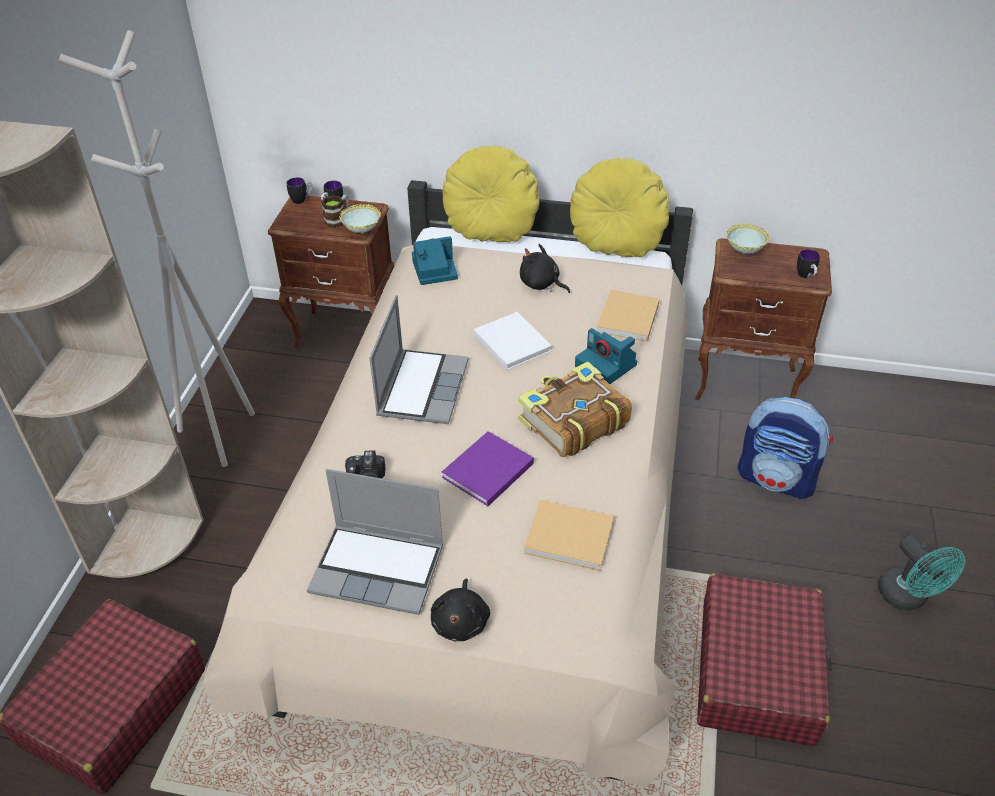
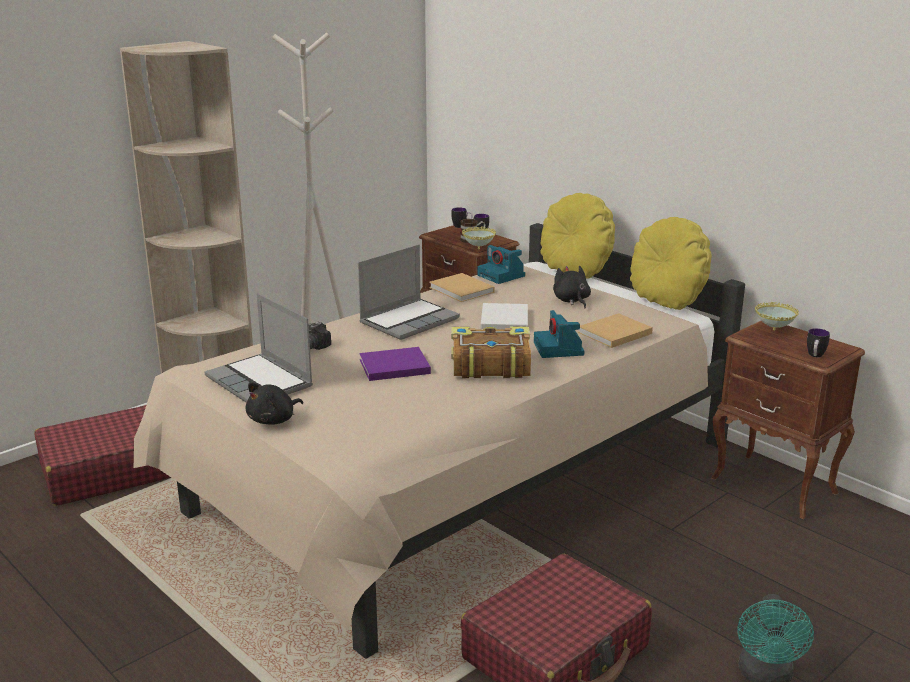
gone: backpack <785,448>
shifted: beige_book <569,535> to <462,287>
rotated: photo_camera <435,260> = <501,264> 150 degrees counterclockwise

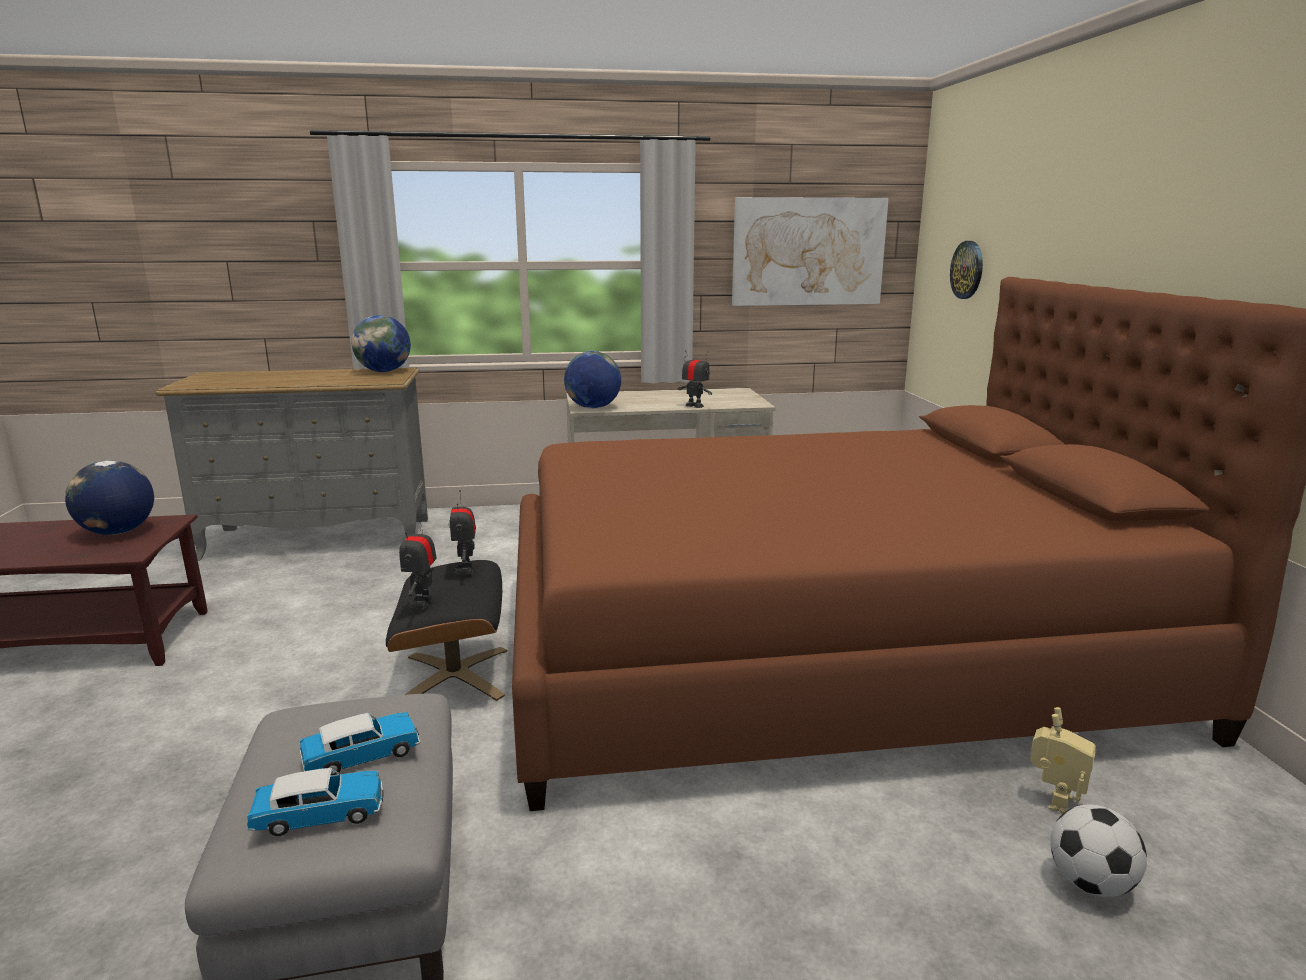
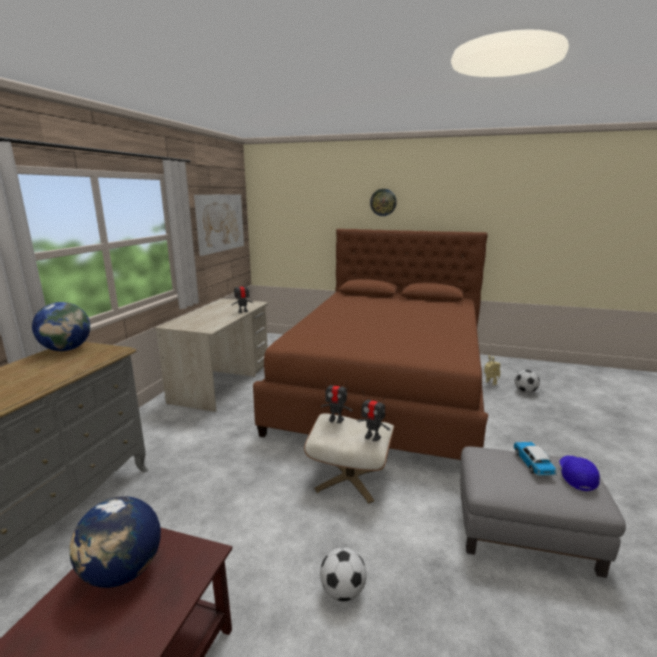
gone: globe <592,380>
new: football <343,574>
shifted: clock_on_the_wall <966,270> to <383,202>
swapped: model_car <315,802> to bluish_peaked_cap <580,473>
repainted: black_ottoman <446,630> to beige_ottoman <349,458>

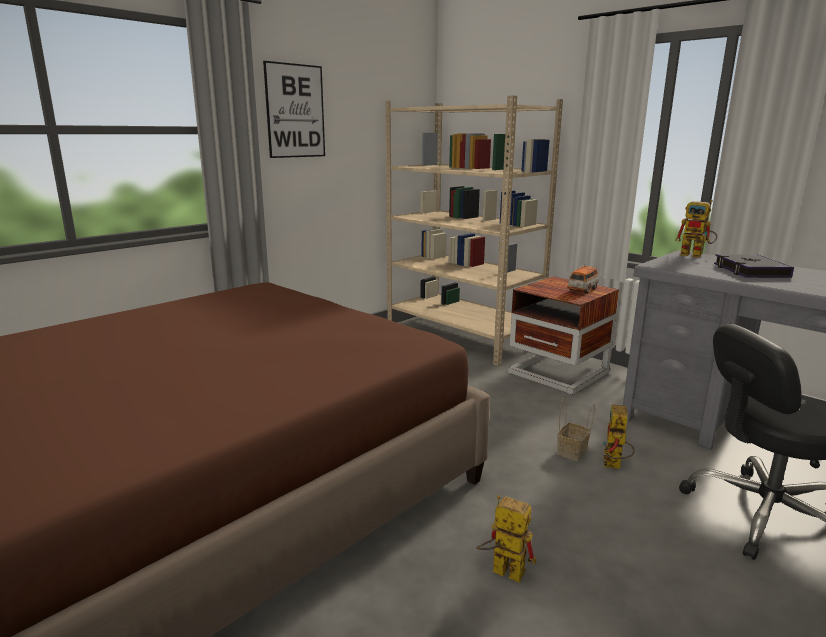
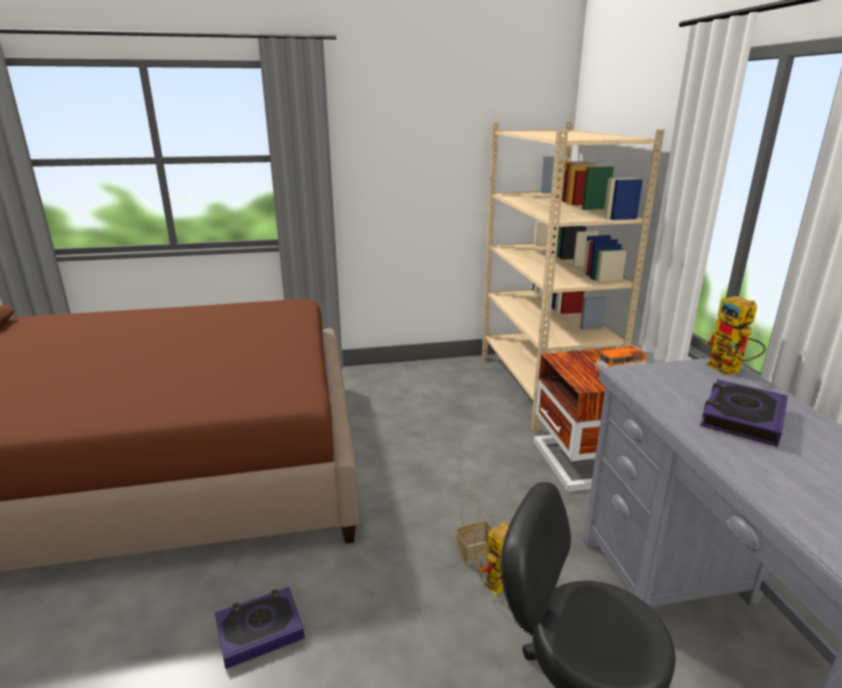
gone: wall_art <294,109>
swapped: model_robot <506,539> to book <260,628>

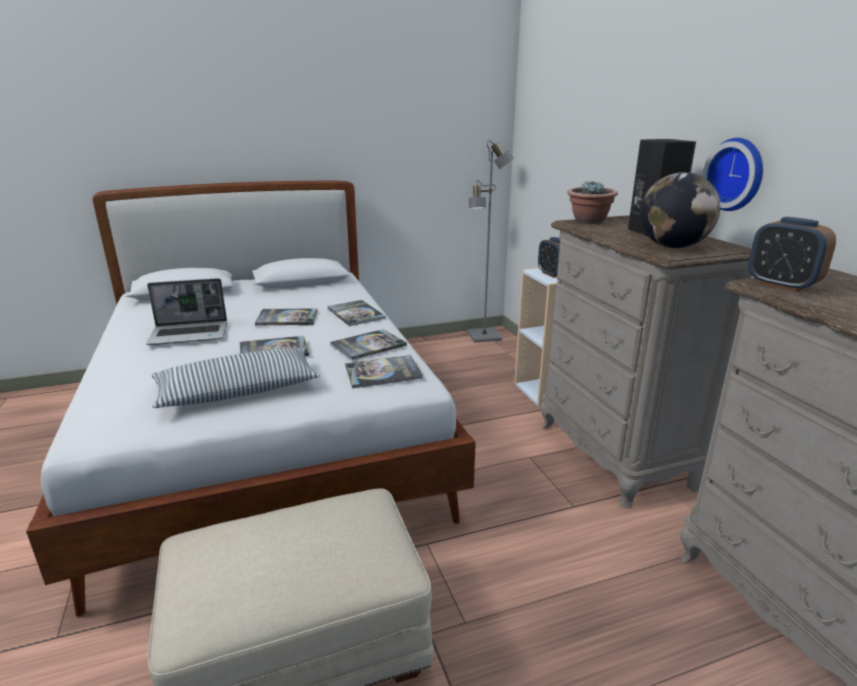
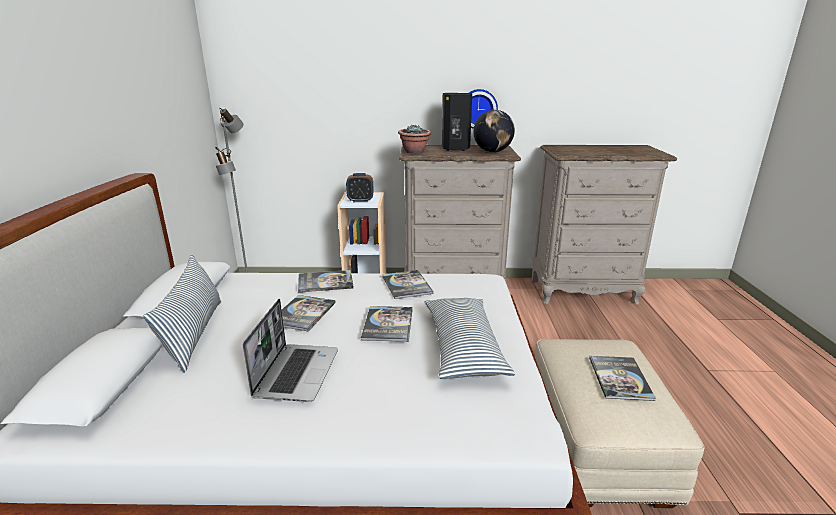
gone: alarm_clock <792,254>
new: pillow <182,314>
shifted: book <384,371> to <622,378>

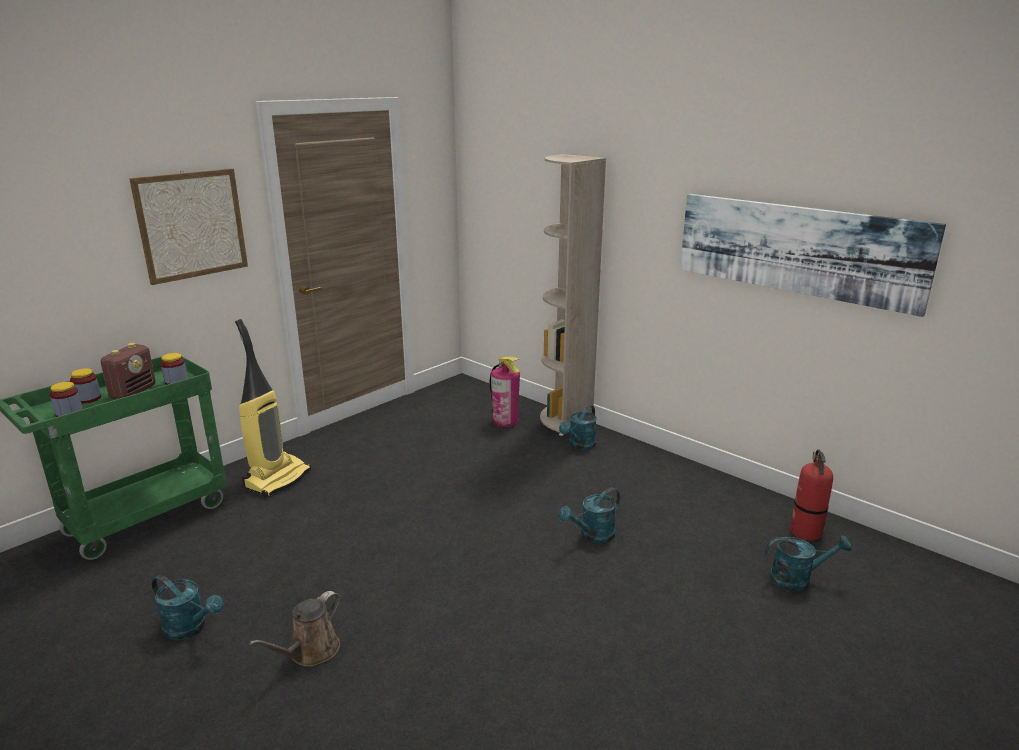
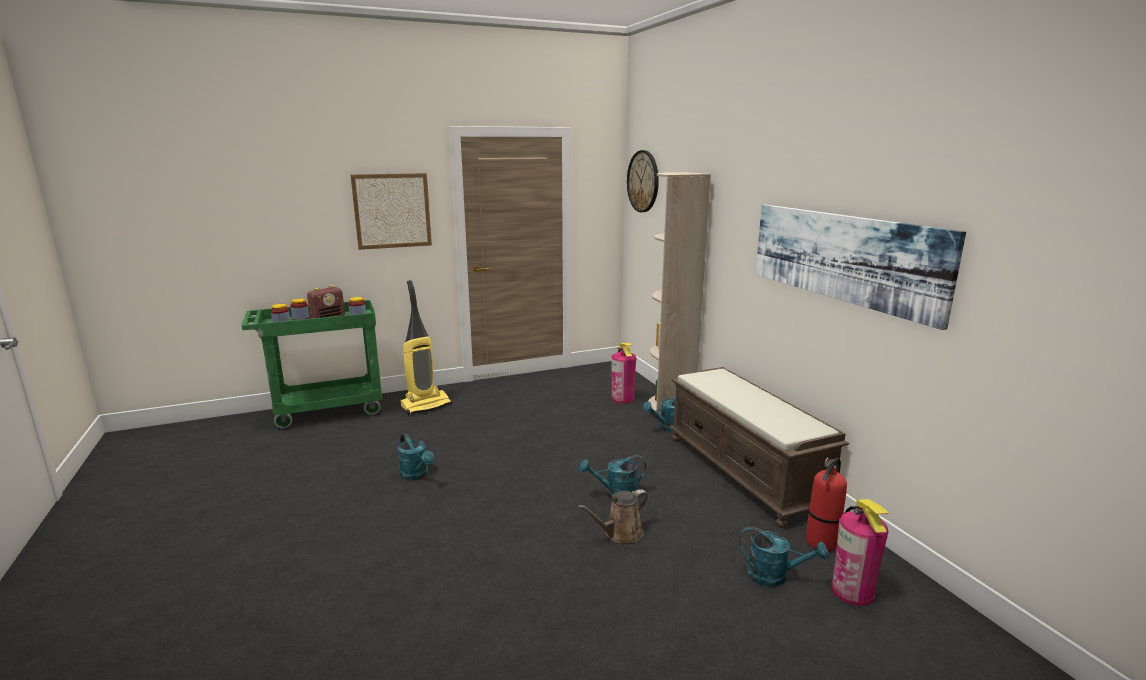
new: clock_on_the_wall <643,181>; brown-coloured_indoor_bench <759,447>; fire-fighting_cylinder <860,552>
shifted: blue-green_sprinkling_can <187,607> to <416,456>; brown-coloured_sprinkling_can <294,629> to <613,516>

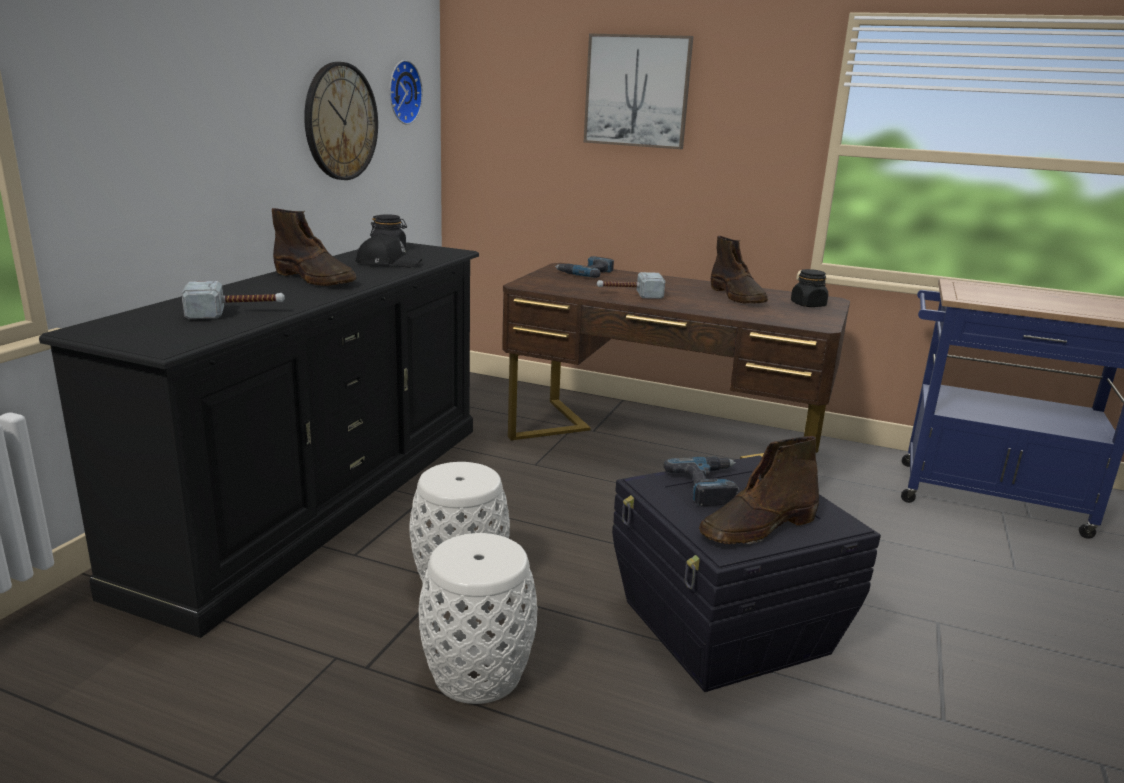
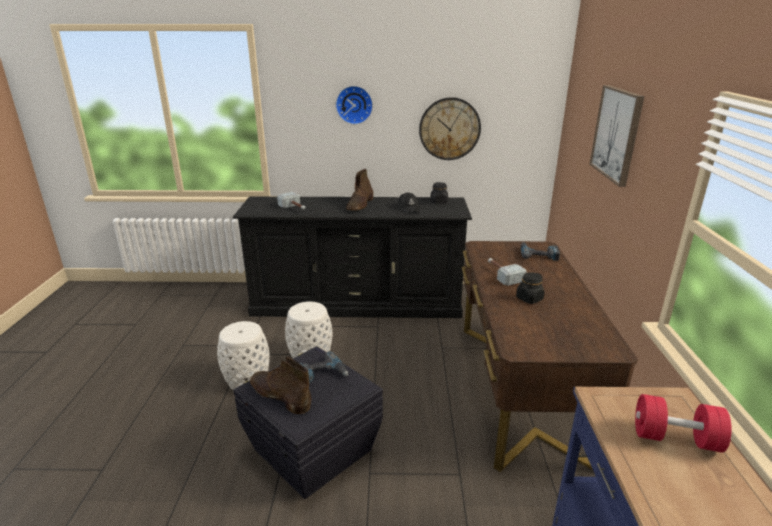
gone: brown-coloured_boot <739,270>
new: red_dumbbell <683,423>
shifted: clock_on_the_wall <406,92> to <354,105>; black_jar <809,288> to <530,288>

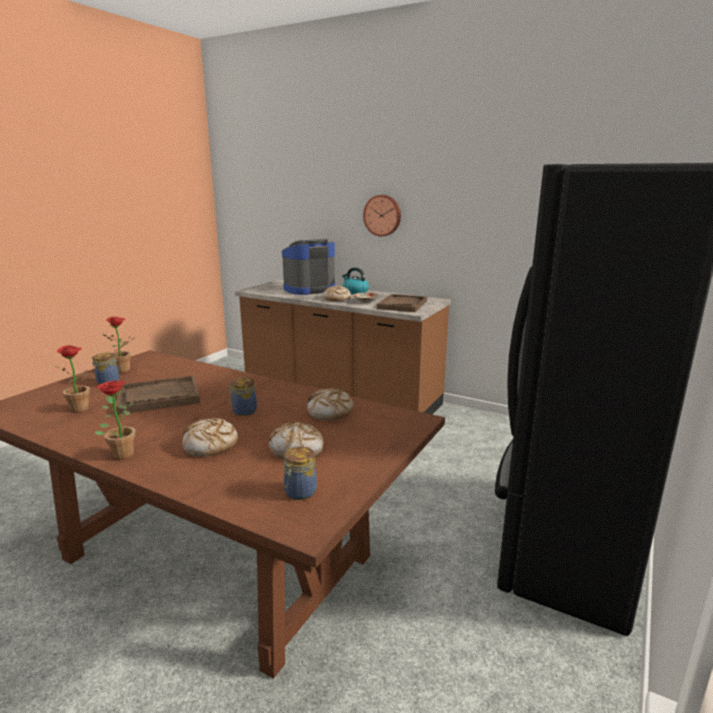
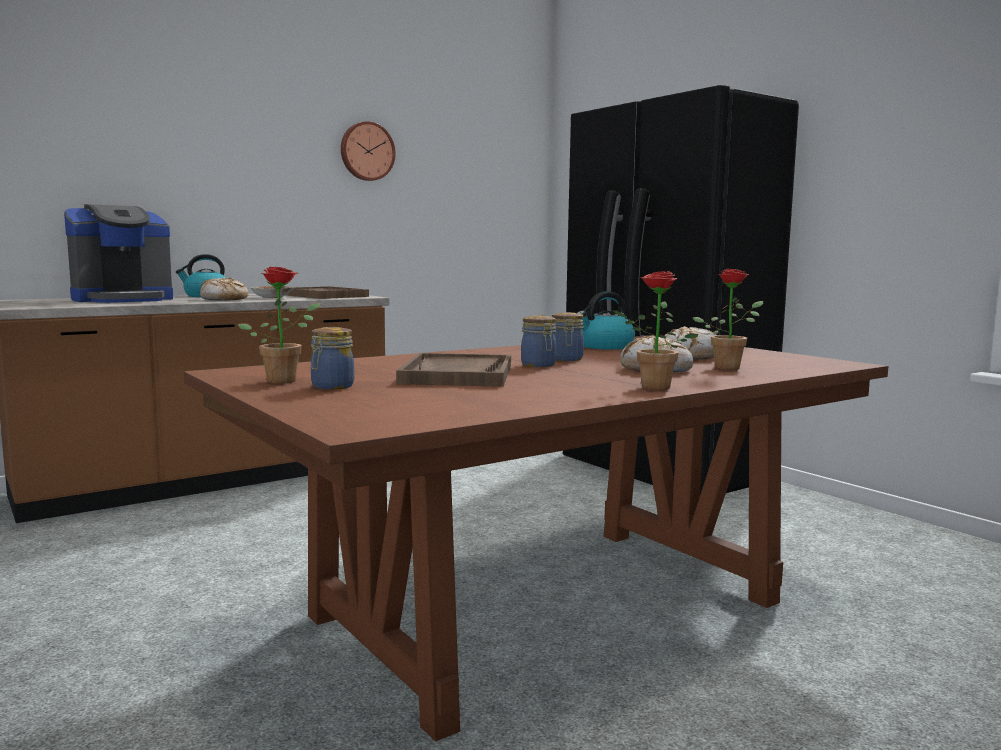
shifted: clock_on_the_wall <382,215> to <368,151>; jar <300,473> to <539,341>; plant_in_a_pot <72,379> to <727,319>
swapped: baked_bread <330,404> to kettle <606,320>
rotated: coffee_brewer <308,267> = <118,253> 120 degrees counterclockwise

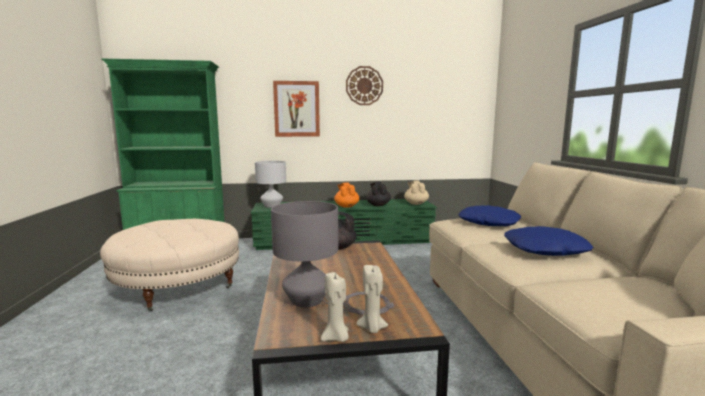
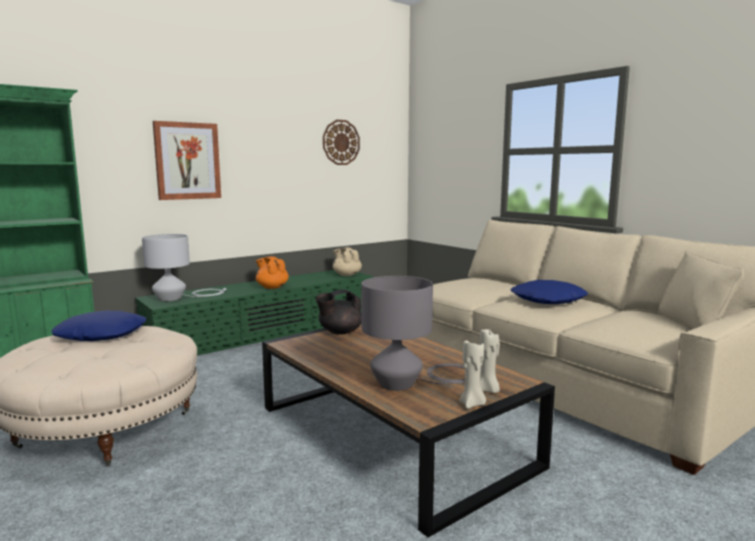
gone: black_pot_for_tea <378,194>
shifted: bluish_pillow <489,215> to <98,325>; clock_on_the_wall <364,85> to <341,142>

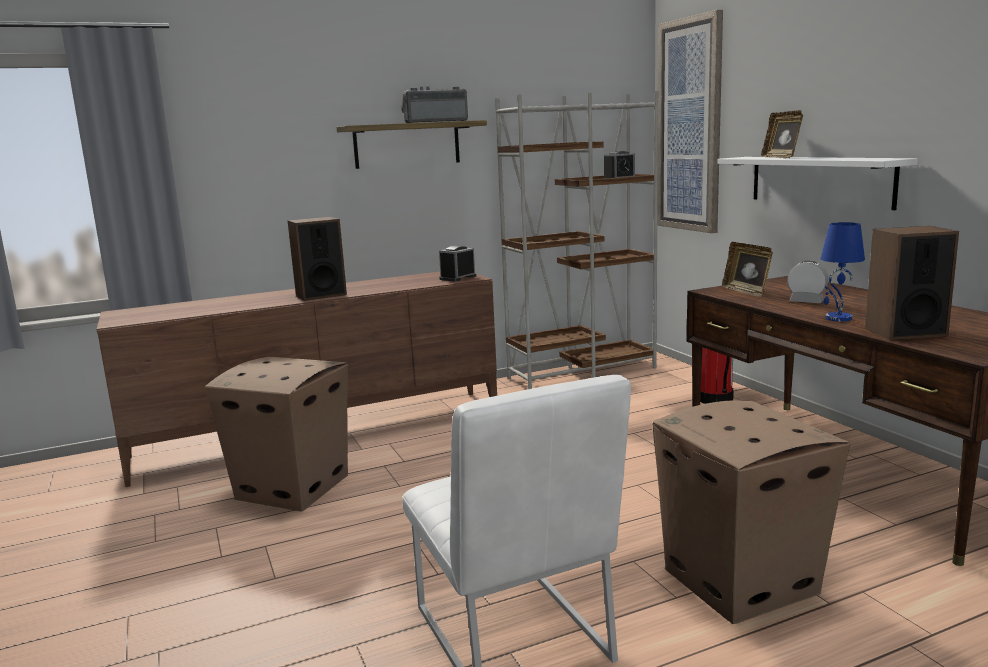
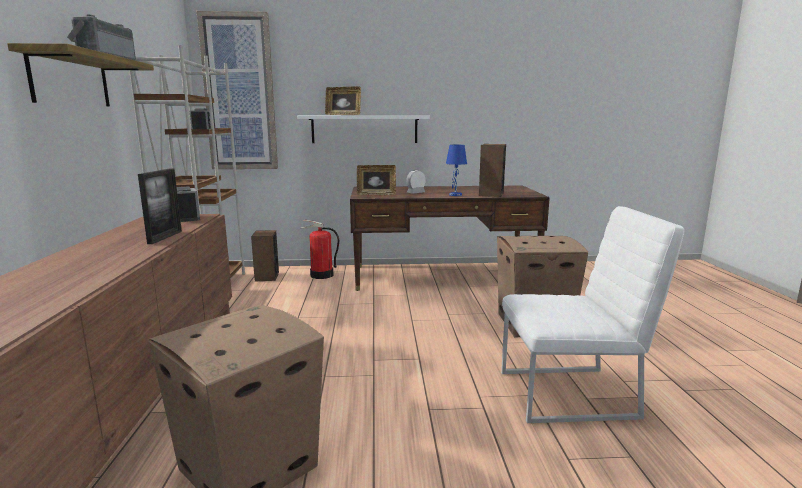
new: picture_frame <160,206>
shifted: audio_speaker <317,259> to <265,255>

